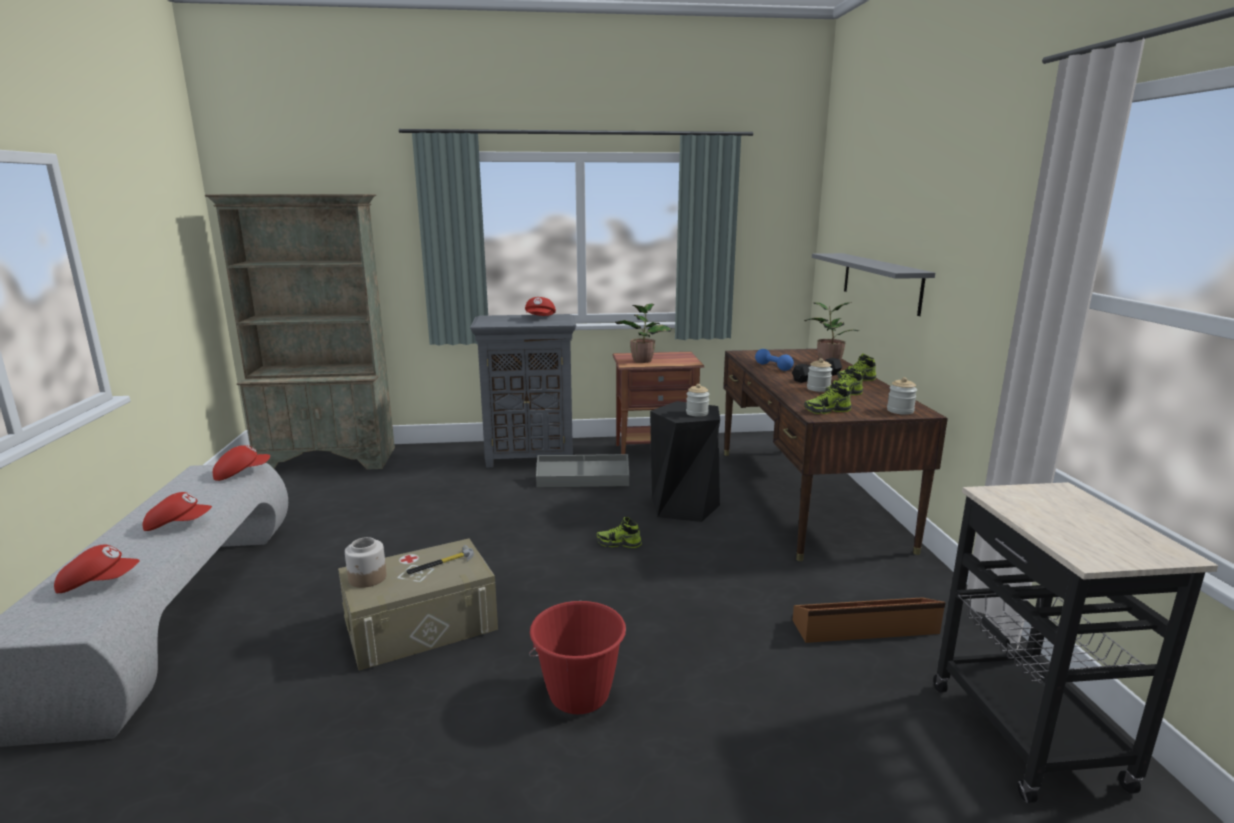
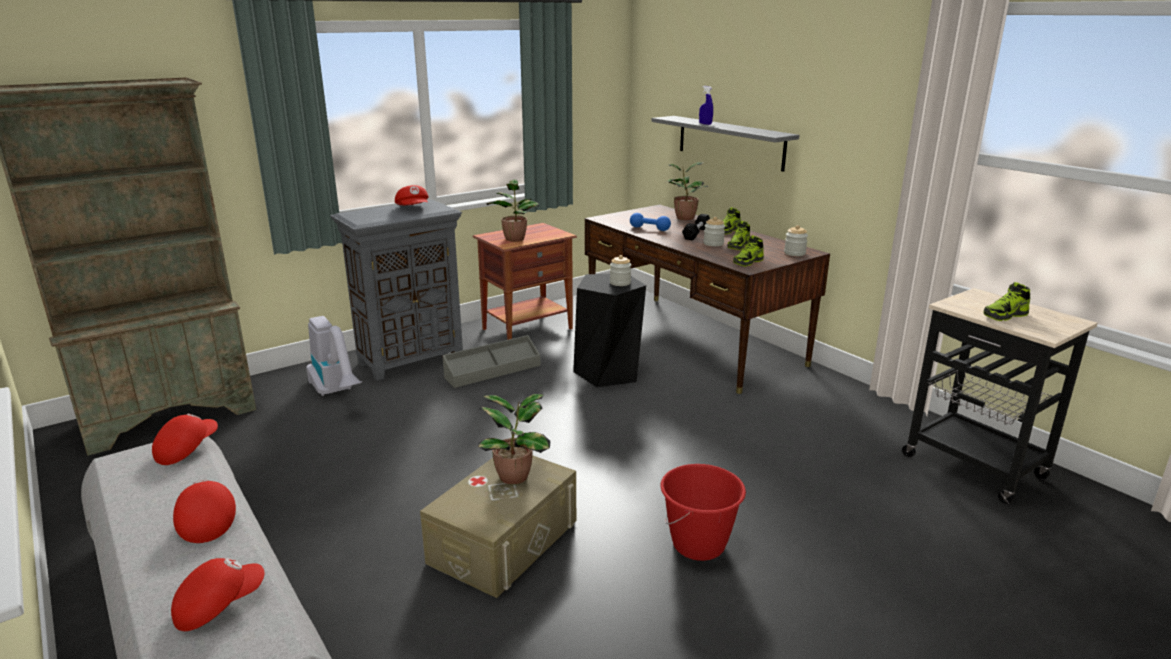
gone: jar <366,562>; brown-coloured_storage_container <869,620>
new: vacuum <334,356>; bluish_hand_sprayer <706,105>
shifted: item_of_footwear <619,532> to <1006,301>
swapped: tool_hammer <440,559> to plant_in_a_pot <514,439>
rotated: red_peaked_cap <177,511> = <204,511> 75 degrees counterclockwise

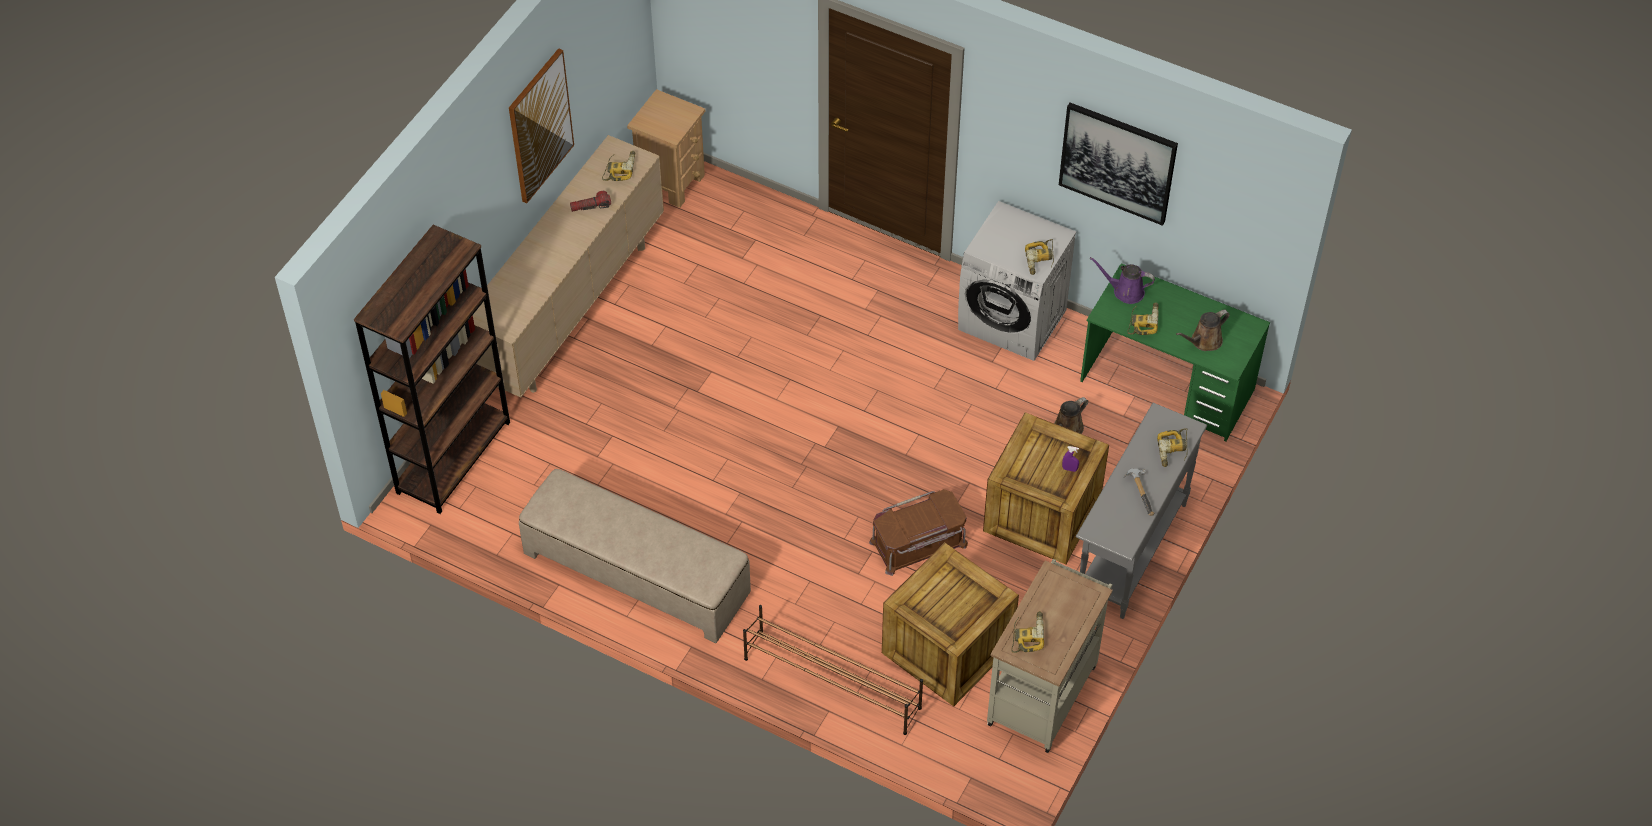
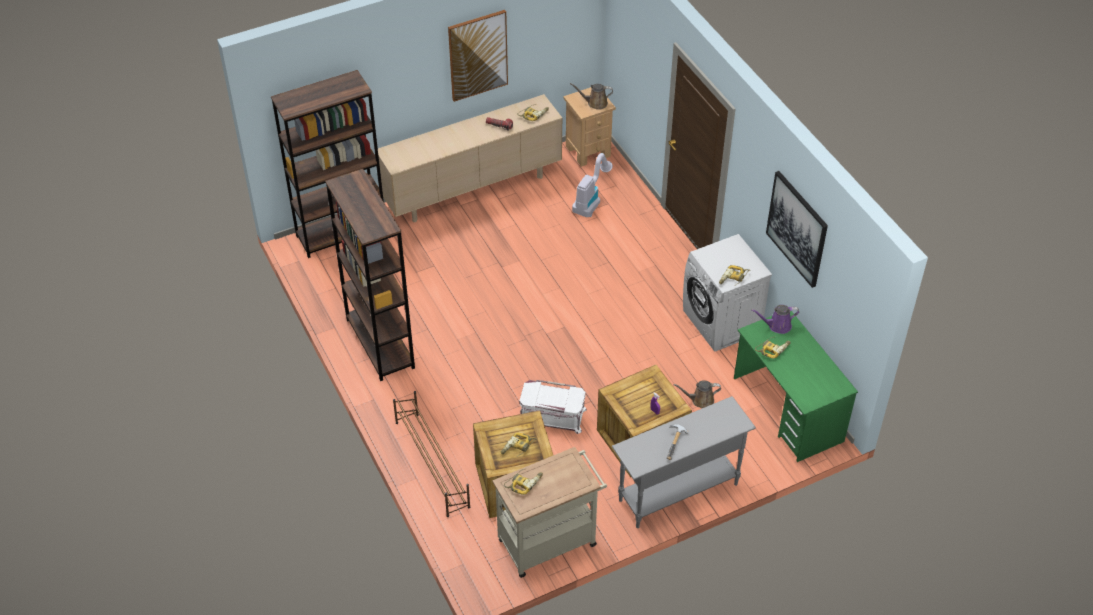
new: vacuum <592,185>
shifted: drill <1172,447> to <519,445>; brown-coloured_sprinkling_can <1203,330> to <591,96>
swapped: beige_indoor_bench <635,556> to brown-coloured_bookcase <370,275>
repainted: brown-coloured_storage_container <918,532> to white_storage_container <553,407>
rotated: purple_sprinkling_can <1122,280> = <775,319> 60 degrees counterclockwise

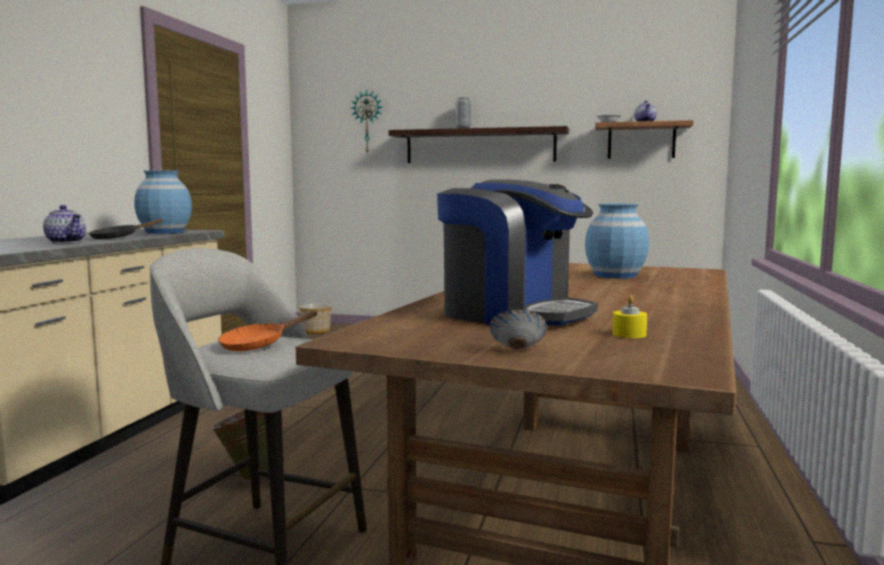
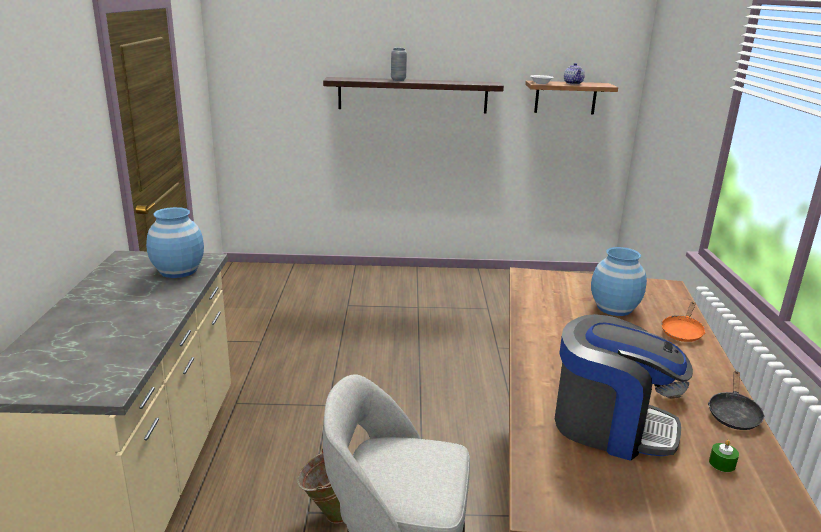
gone: pot_for_tea <64,224>; planter <315,318>; clock_on_the_wall <366,121>
shifted: bowl <518,329> to <672,390>; orangey_skillet <267,331> to <683,322>; black_skillet <126,229> to <736,400>
repainted: yellowish_candle <629,316> to green_candle <724,456>

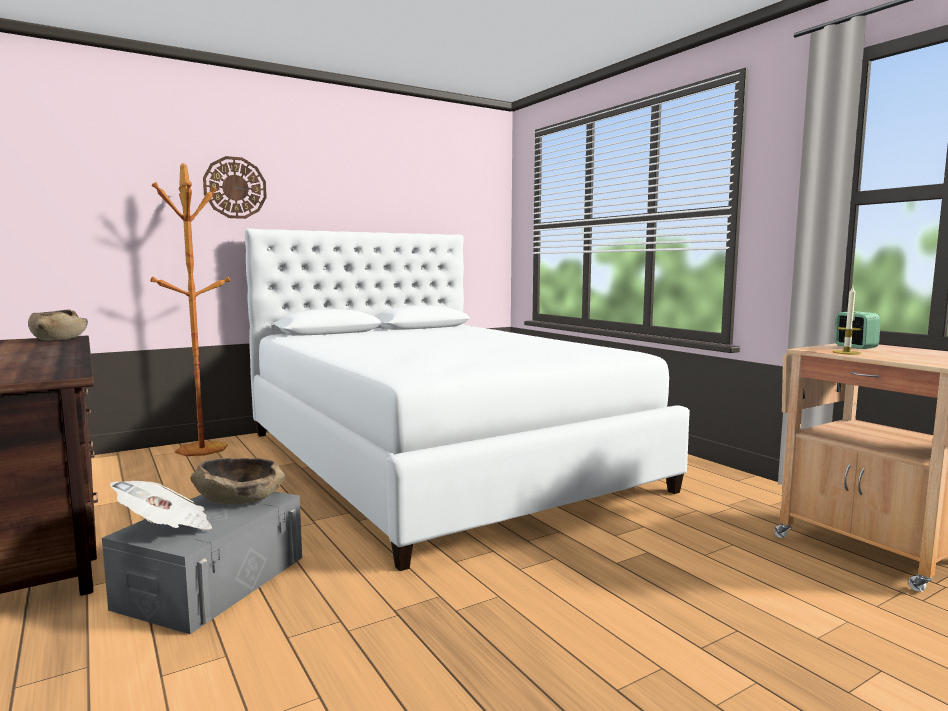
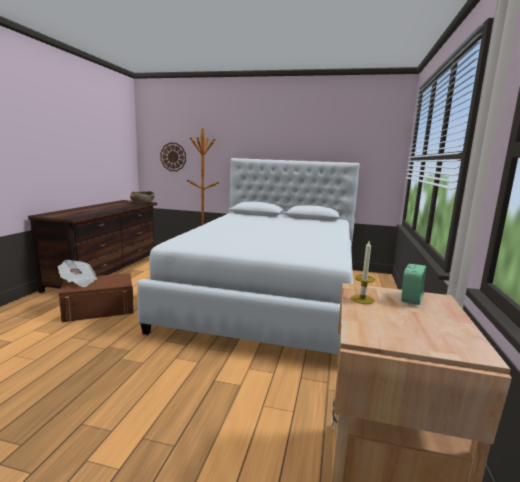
gone: brown-coloured_bowl <238,481>
shifted: clock_on_the_wall <235,187> to <173,157>
repainted: greyish_storage_container <202,563> to brown-coloured_storage_container <96,297>

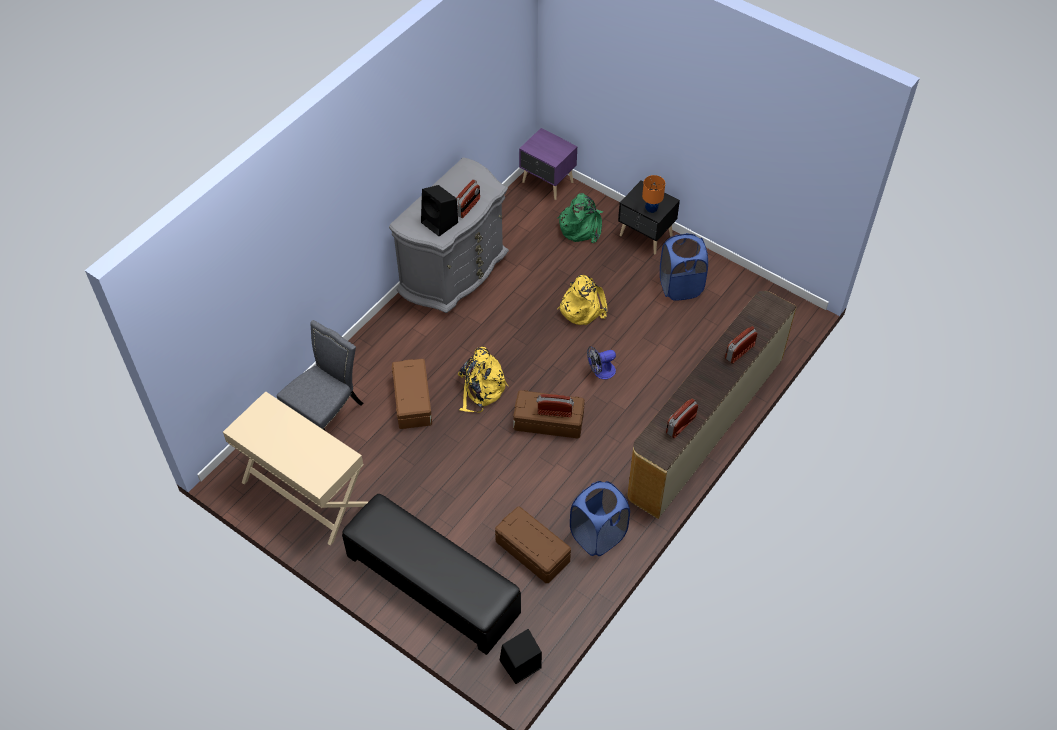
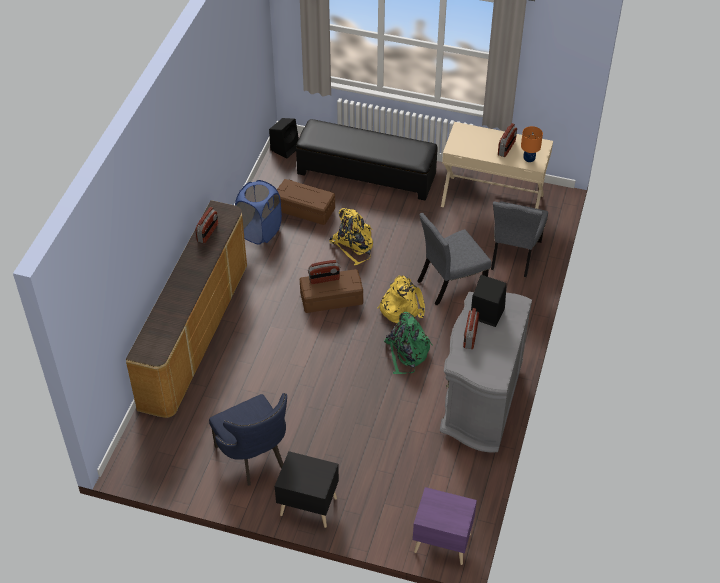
gone: cooling_fan <601,362>
shifted: yellowish_backpack <582,300> to <351,237>; green_backpack <580,218> to <408,343>; radio_receiver <741,345> to <507,140>; orangey_tabletop_lamp <653,194> to <532,144>
swapped: bluish_hamper <684,267> to bluish_upright_chair <248,439>; brown-coloured_storage_container <412,394> to greyish_upright_chair <454,259>

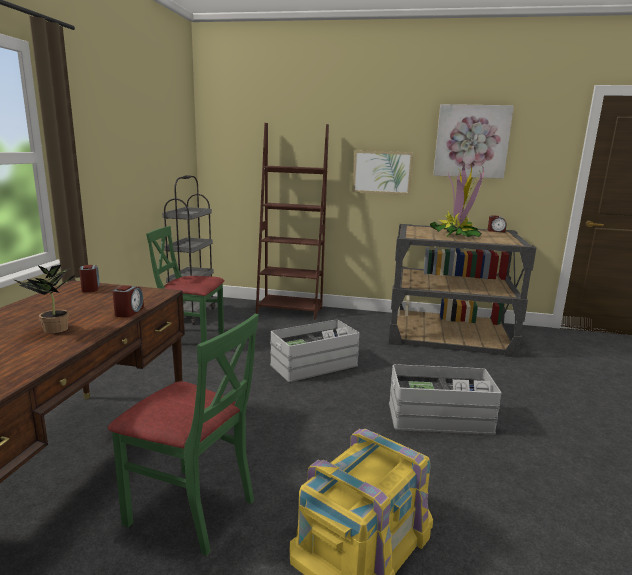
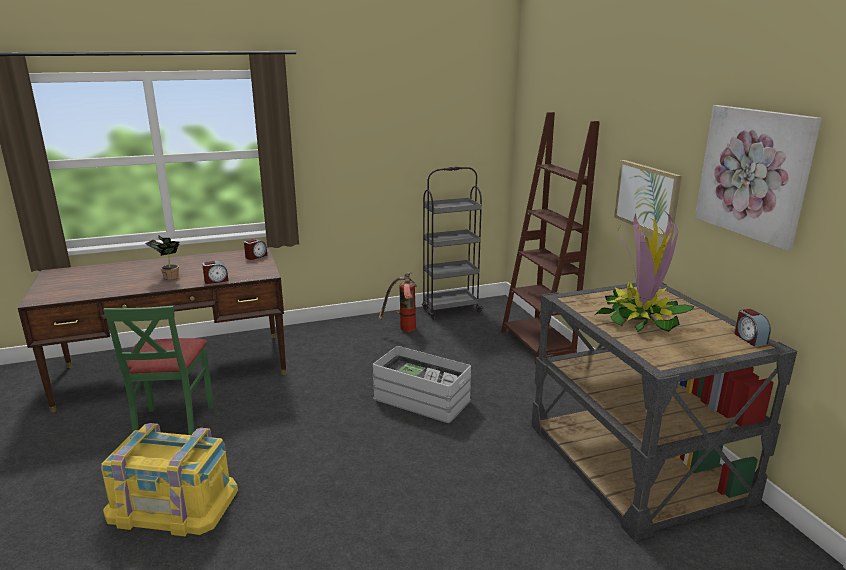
gone: greyish_storage_container <445,399>
swapped: green_upright_chair <185,284> to fire-fighting_cylinder <397,302>

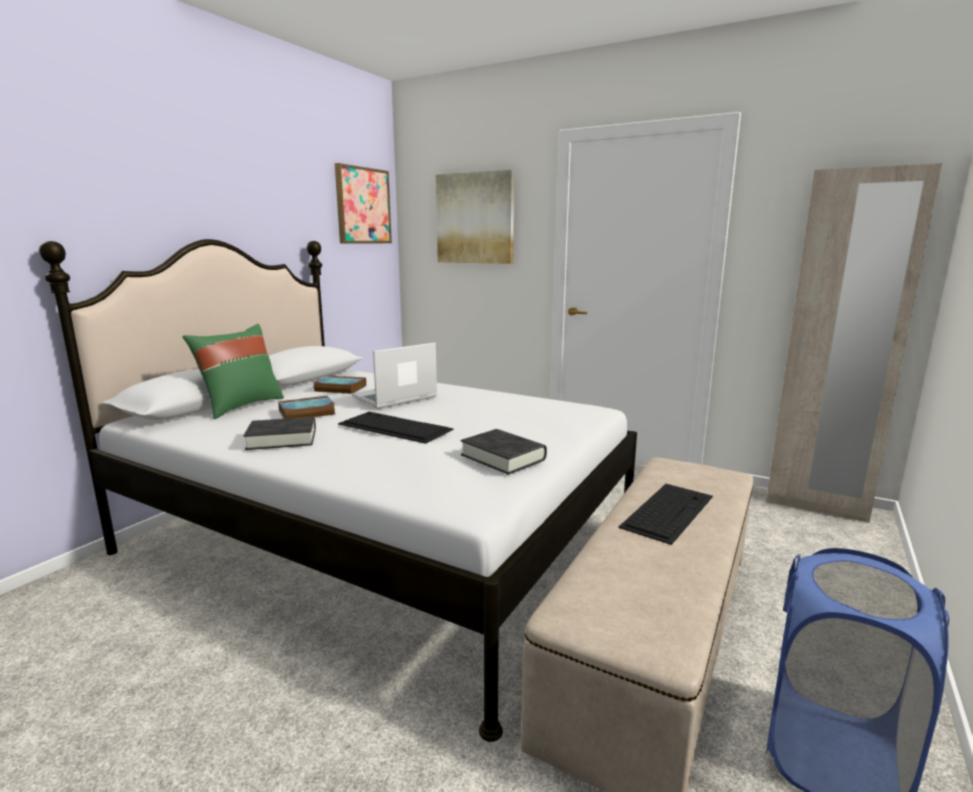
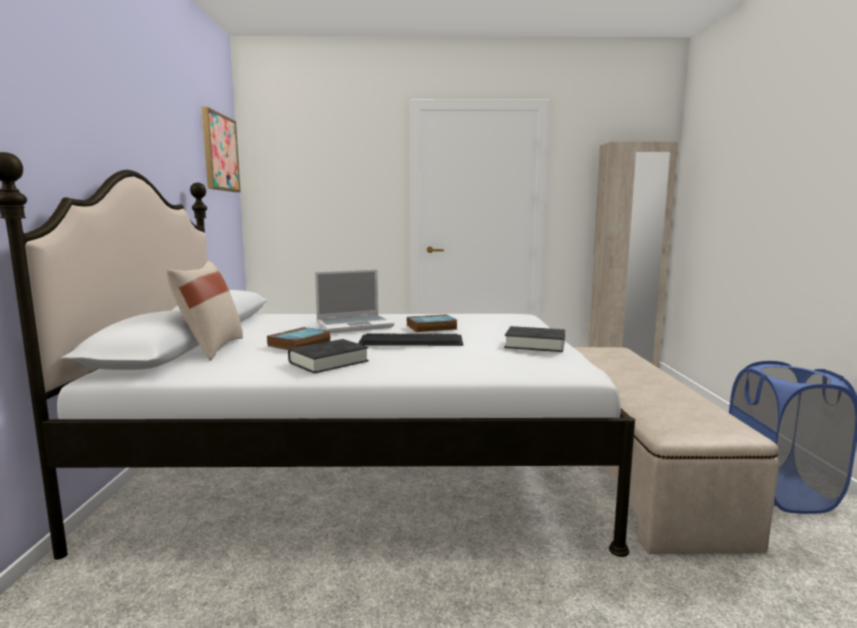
gone: wall_art <475,217>; keyboard <666,514>
shifted: book <339,384> to <432,323>
repainted: green_pillow <233,371> to beige_pillow <204,311>
rotated: notebook_computer <394,376> = <354,301> 135 degrees counterclockwise

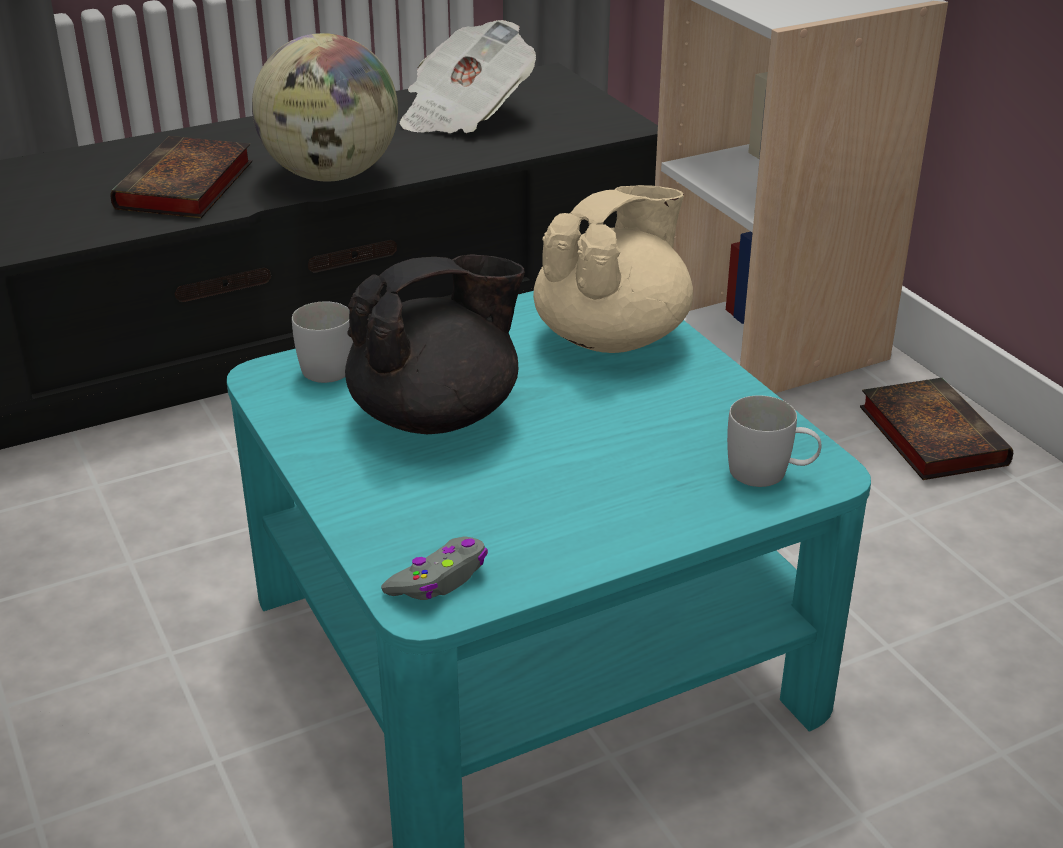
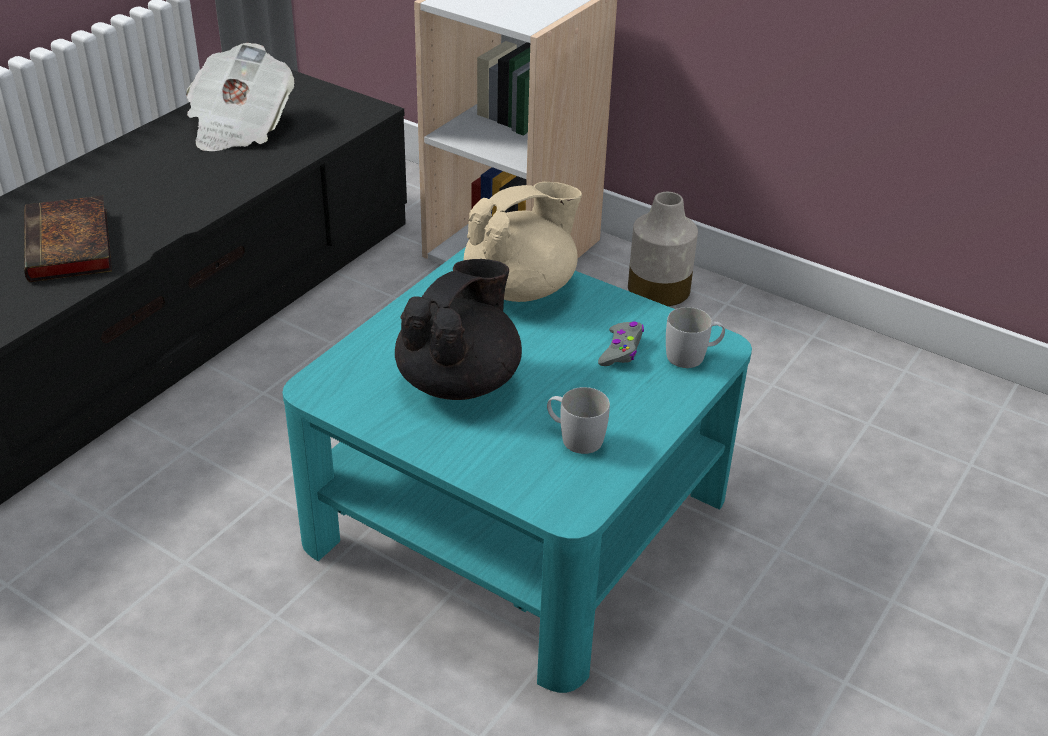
gone: globe <325,107>
shifted: white_mug <322,342> to <578,420>; greyish_game_controller <434,568> to <621,344>
swapped: book <936,428> to beige_decorative_vase <663,249>
rotated: beige_pot_for_tea <613,269> = <523,242> 45 degrees clockwise

